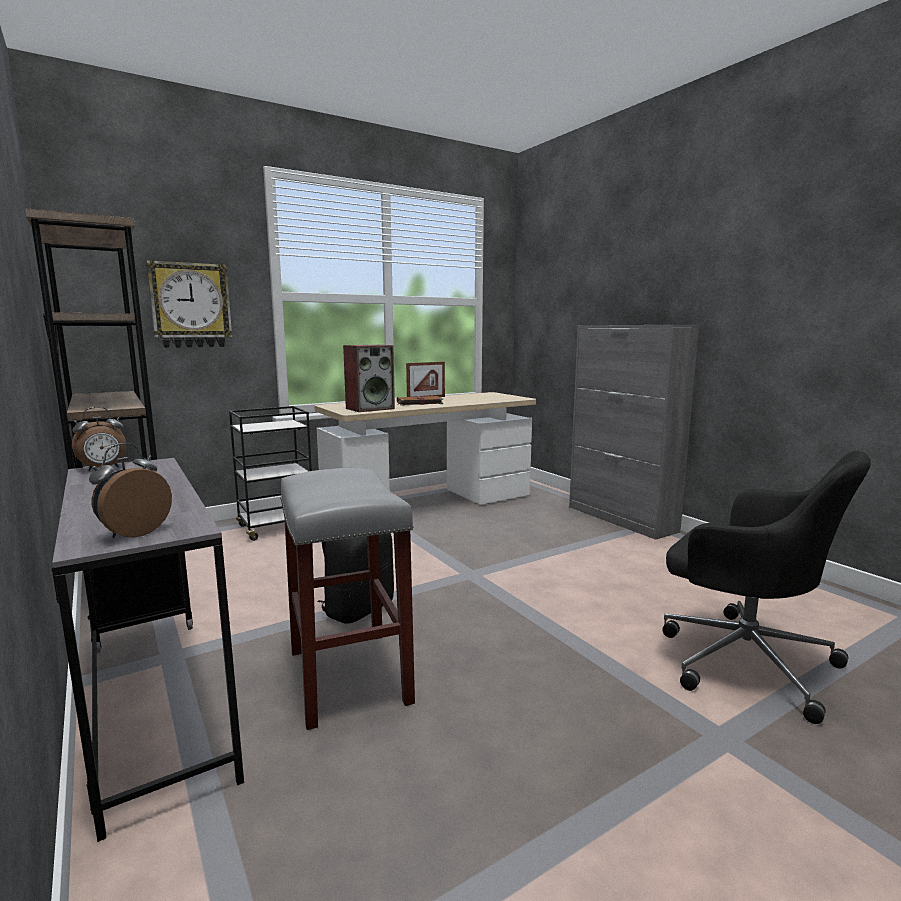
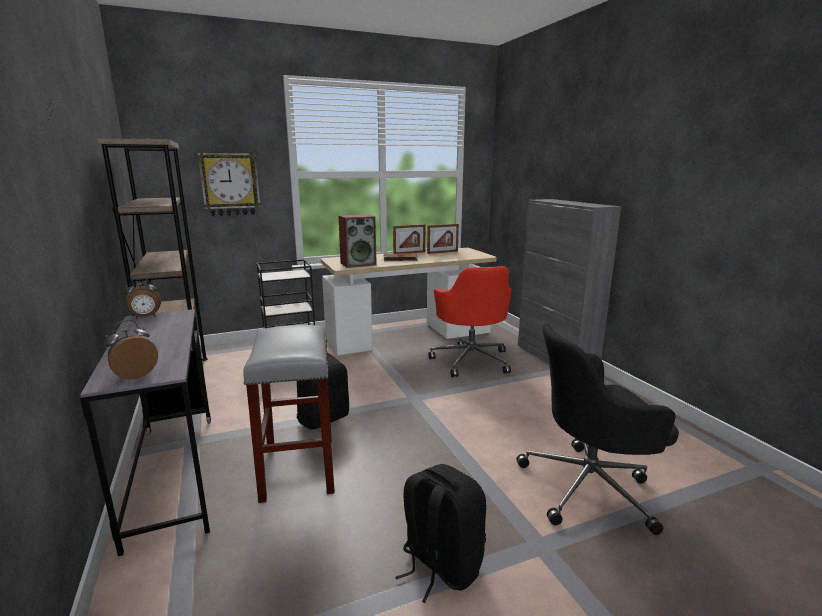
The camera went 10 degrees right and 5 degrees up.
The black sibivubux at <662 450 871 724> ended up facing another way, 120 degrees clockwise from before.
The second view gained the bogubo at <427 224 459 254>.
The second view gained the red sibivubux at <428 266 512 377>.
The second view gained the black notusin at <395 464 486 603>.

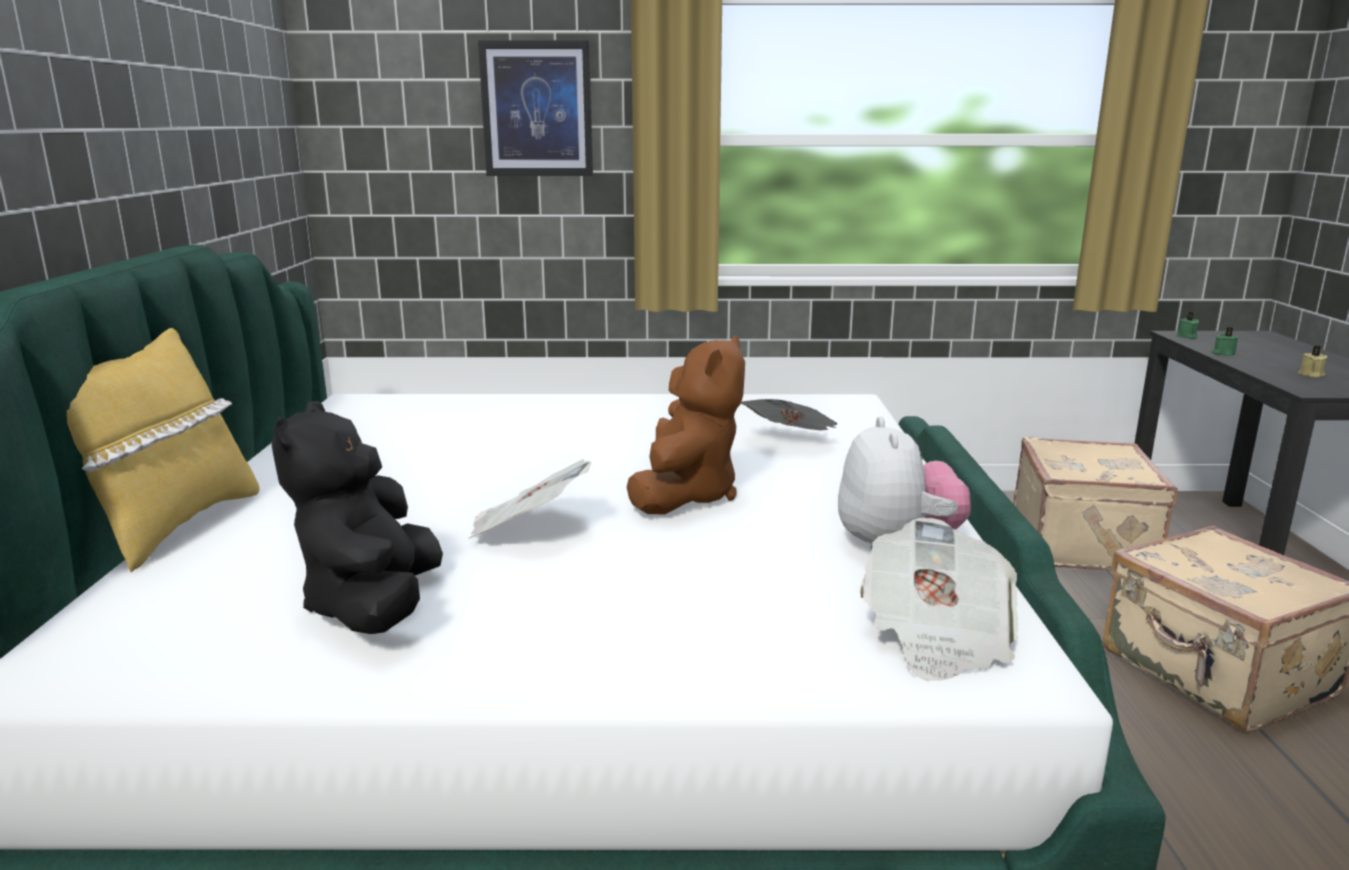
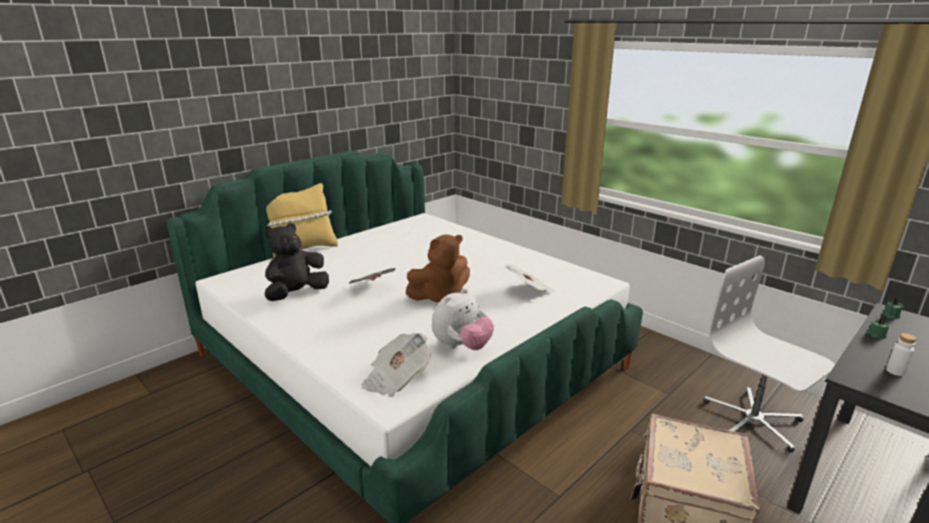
The camera went 45 degrees right and 5 degrees up.
The second view lost the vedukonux at <478 40 593 176>.
Where the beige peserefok stood at <1298 345 1328 378>, the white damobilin came to stand at <886 333 917 376>.
Where the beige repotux stood at <1013 437 1178 570>, the white sibivubux came to stand at <704 256 835 453>.

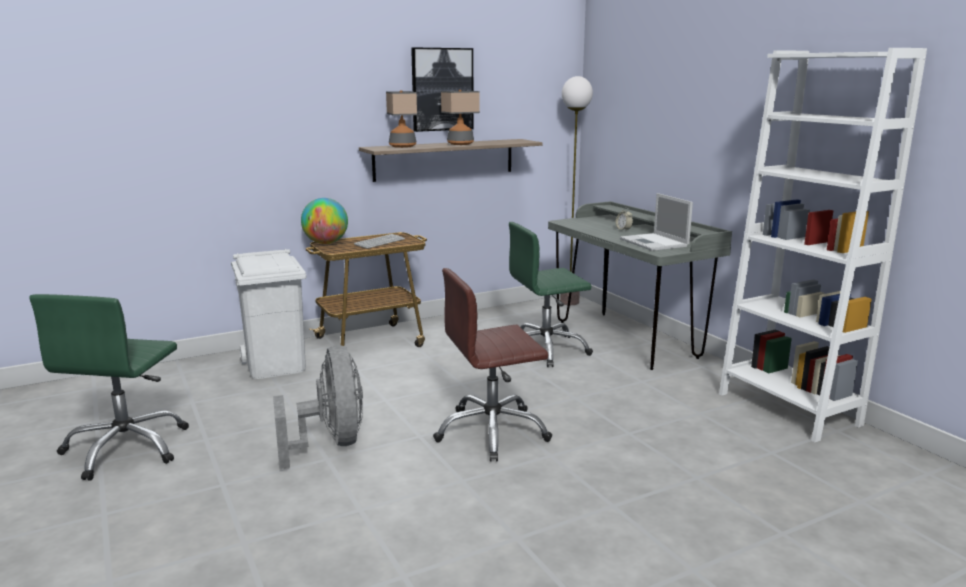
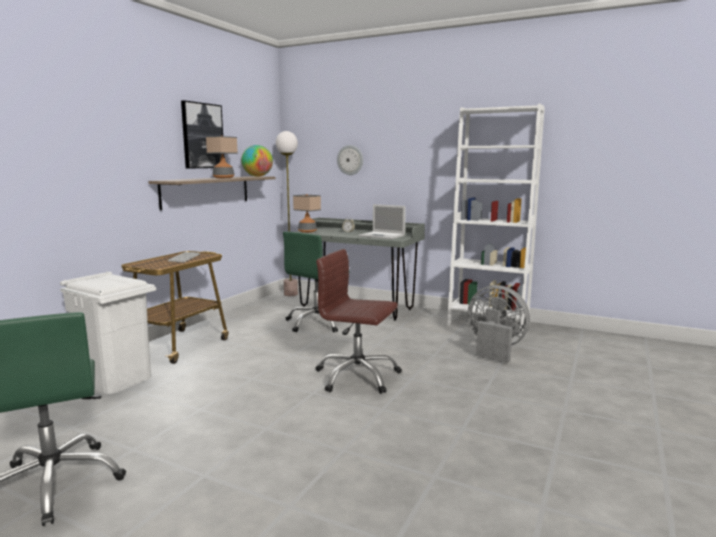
The camera went 35 degrees left and 5 degrees down.
The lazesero ended up elsewhere, having gone from <386 90 417 148> to <293 194 321 233>.
The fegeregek ended up elsewhere, having gone from <301 198 348 244> to <241 145 273 177>.
The brown sibivubux at <433 268 552 461> ended up facing another way, 75 degrees clockwise from before.
The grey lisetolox ended up elsewhere, having gone from <273 345 363 469> to <468 285 530 363>.
The second view gained the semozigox at <337 145 363 175>.

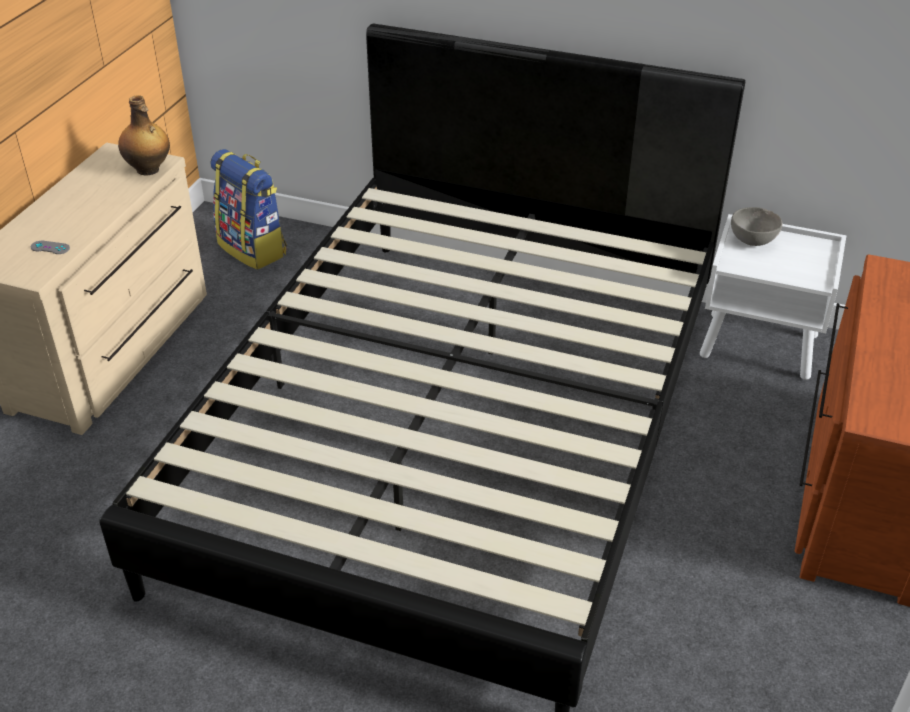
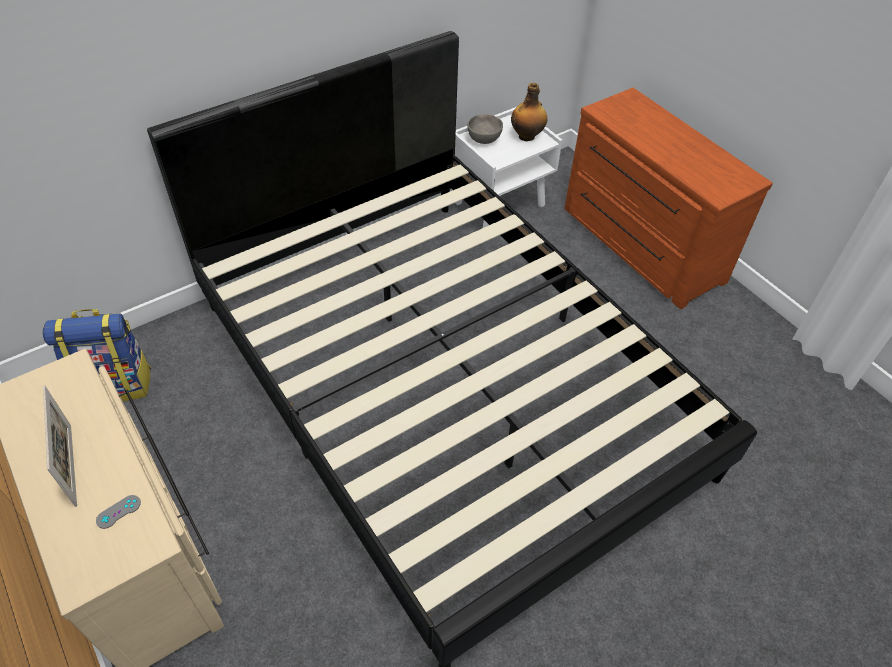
The camera went 55 degrees left and 10 degrees up.
The damobilin ended up elsewhere, having gone from <118 95 170 176> to <511 83 547 141>.
The second view gained the bogubo at <43 385 77 507>.

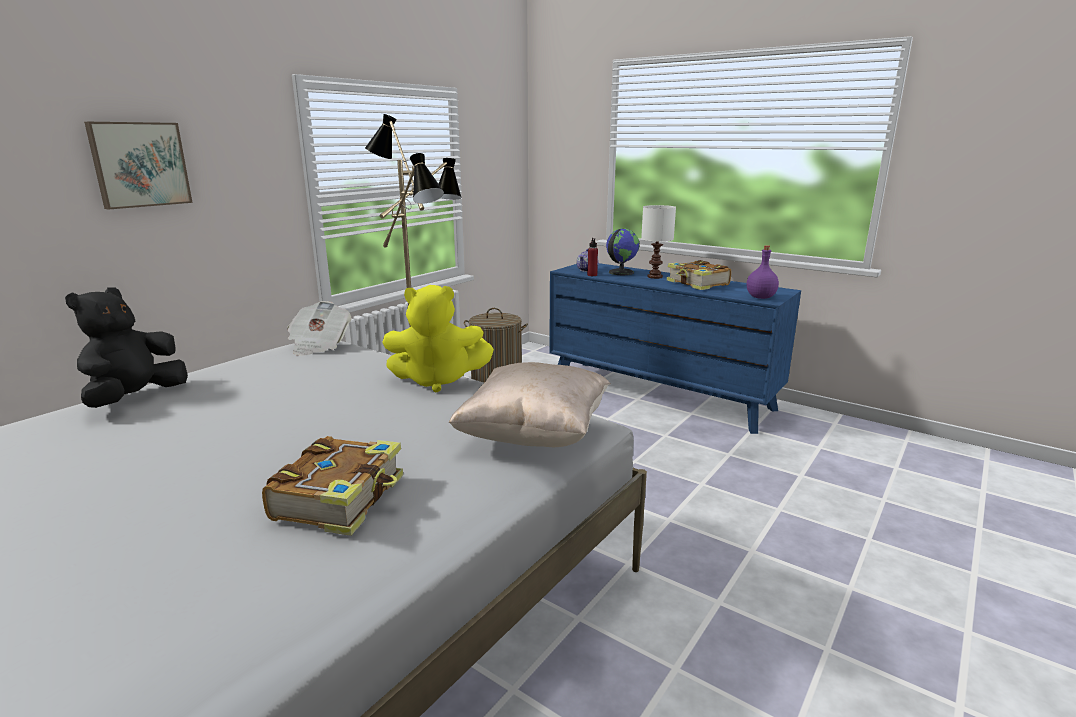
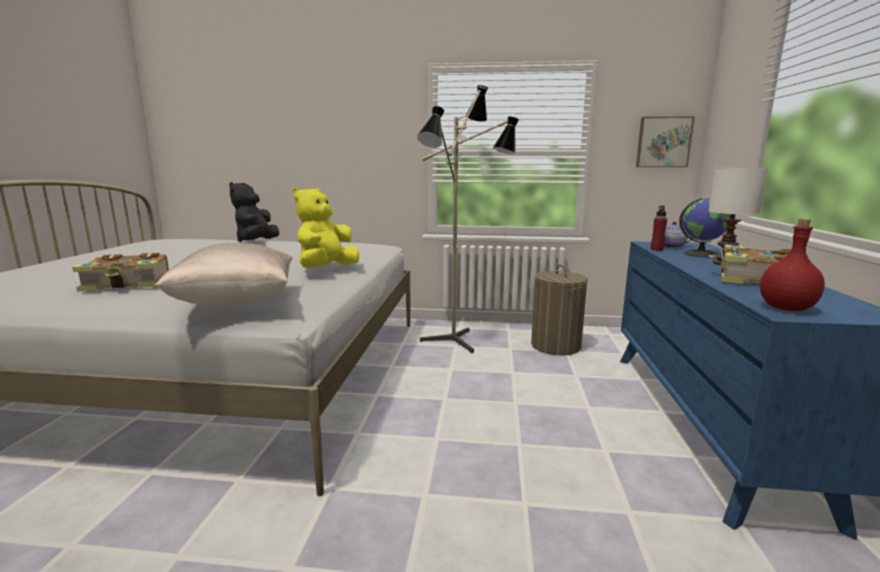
The camera went 60 degrees right and 5 degrees down.
The vedukonux ended up elsewhere, having gone from <84 122 192 209> to <636 116 695 167>.
What was the purple damobilin at <747 245 779 299> turned into the red damobilin at <760 219 825 311>.
The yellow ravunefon at <382 285 494 393> ended up facing another way, 60 degrees clockwise from before.
The black ravunefon at <65 287 188 408> ended up facing another way, 75 degrees counterclockwise from before.
The second view lost the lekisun at <287 301 352 356>.

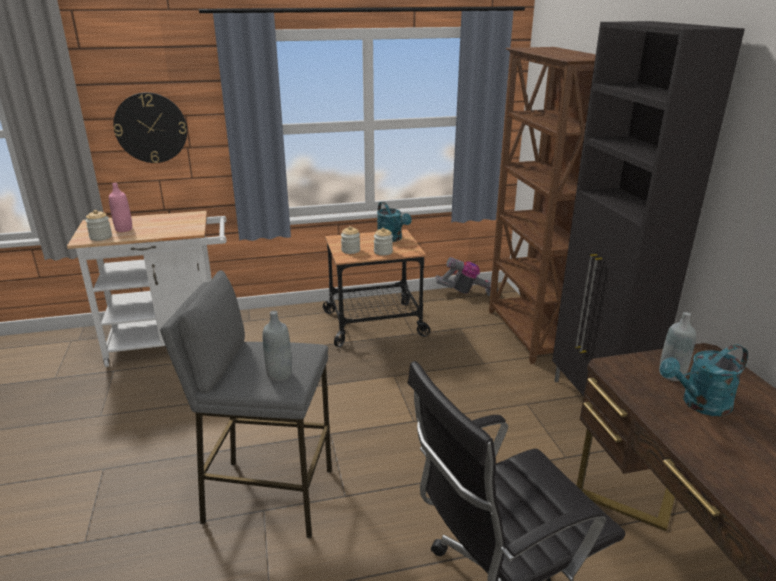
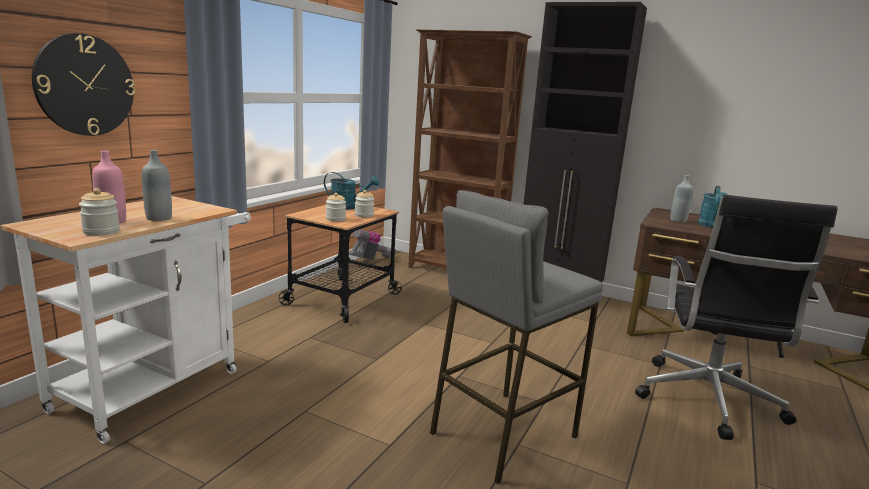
The camera went 50 degrees left and 10 degrees down.
The grey damobilin ended up elsewhere, having gone from <263 311 292 381> to <142 150 172 221>.

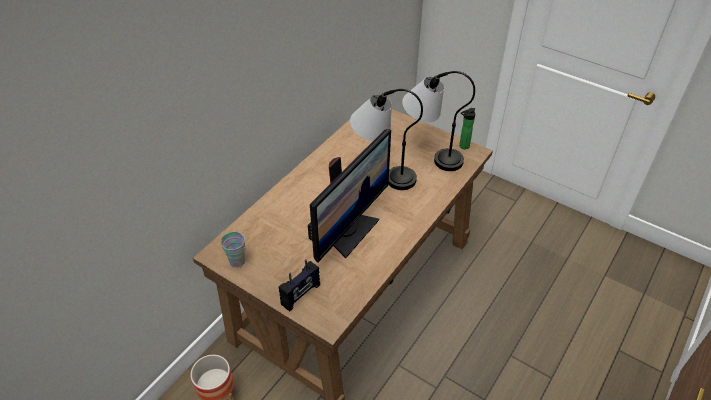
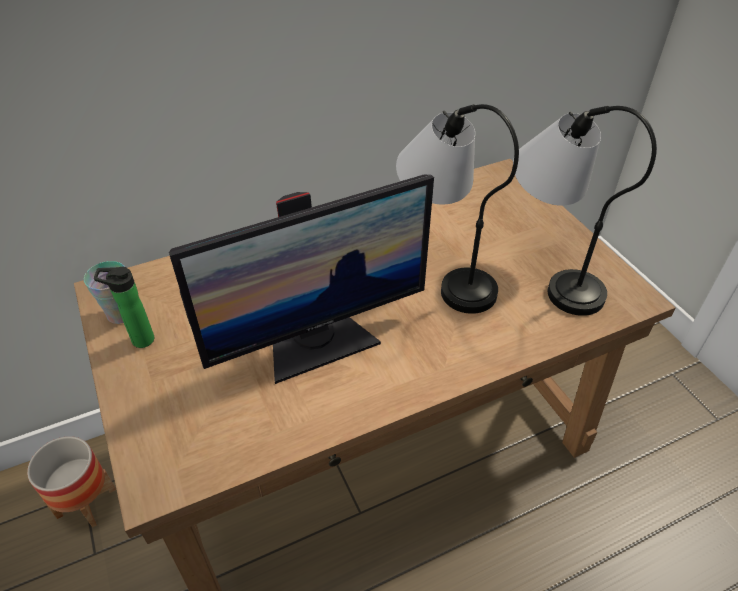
The camera went 30 degrees right and 0 degrees up.
The damobilin ended up elsewhere, having gone from <459 108 475 149> to <94 267 154 348>.
The second view lost the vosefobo at <278 259 320 312>.

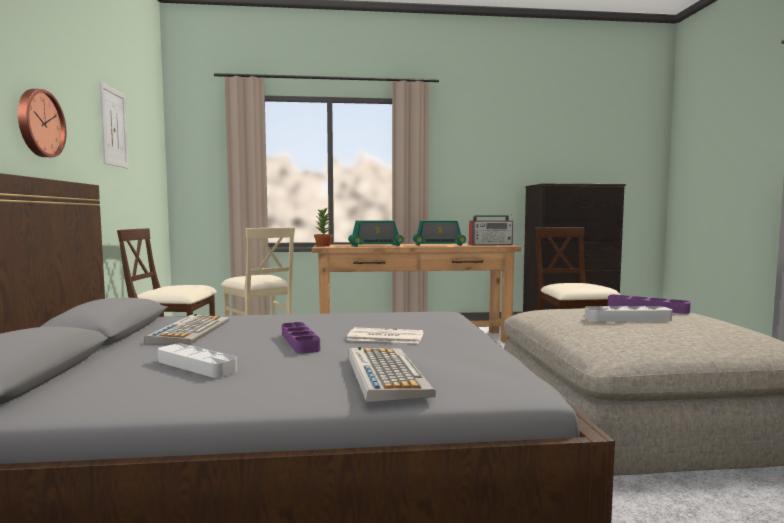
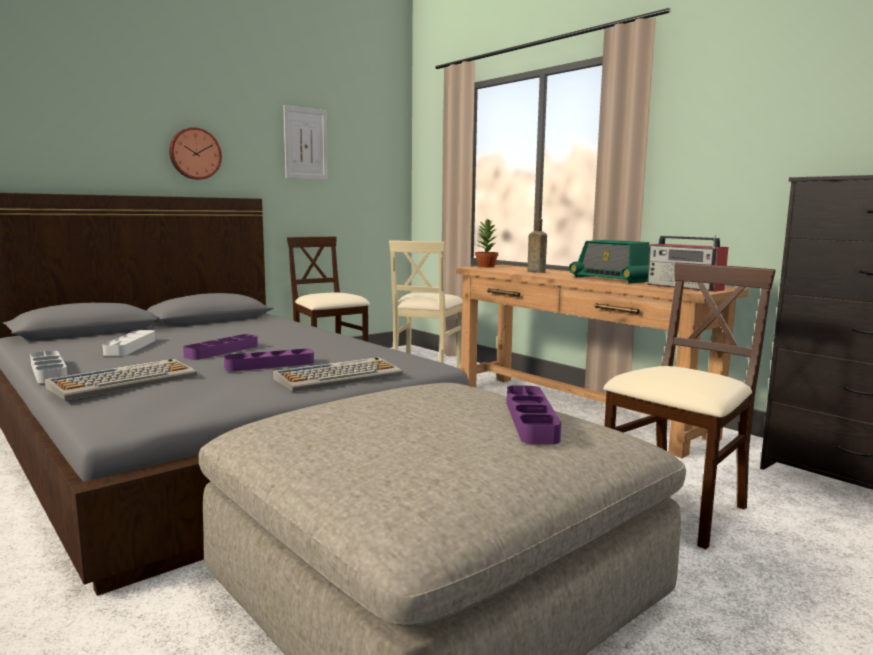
The camera went 55 degrees right and 5 degrees up.
Where the vosefobo stood at <348 220 404 247>, the brown damobilin came to stand at <527 219 547 273>.
The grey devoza ended up elsewhere, having gone from <585 306 672 322> to <30 351 67 383>.
The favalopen ended up elsewhere, having gone from <144 314 229 344> to <273 357 403 392>.
Where the lekisun stood at <346 327 424 344>, the purple devoza came to stand at <224 349 314 371>.

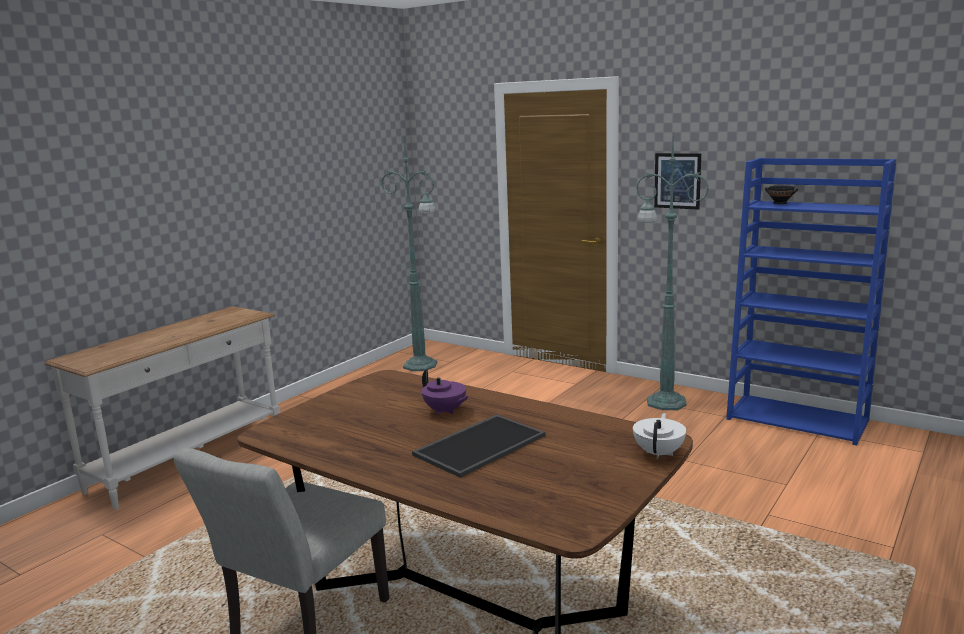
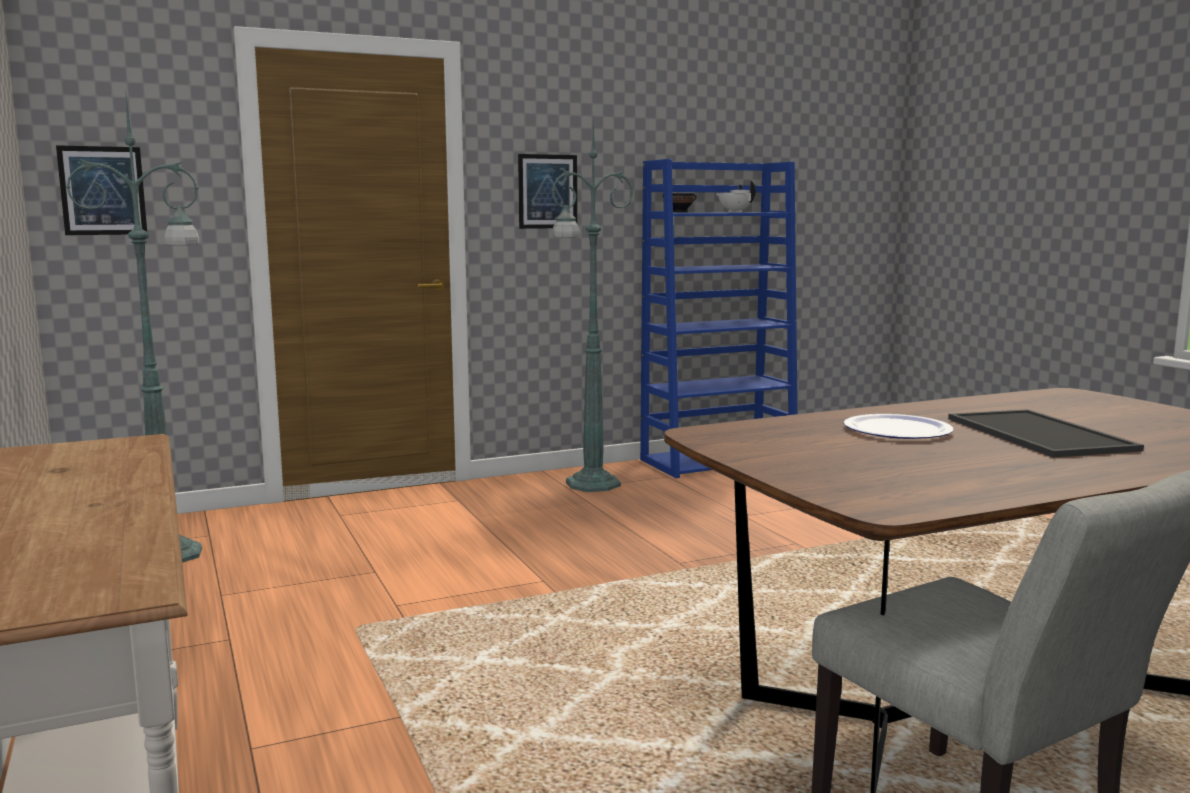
The camera went 60 degrees left and 5 degrees down.
Where the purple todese stood at <422 369 469 415>, the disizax came to stand at <844 414 954 439>.
The white todese ended up elsewhere, having gone from <633 413 686 459> to <716 180 756 212>.
The second view gained the vedukonux at <56 145 147 235>.

